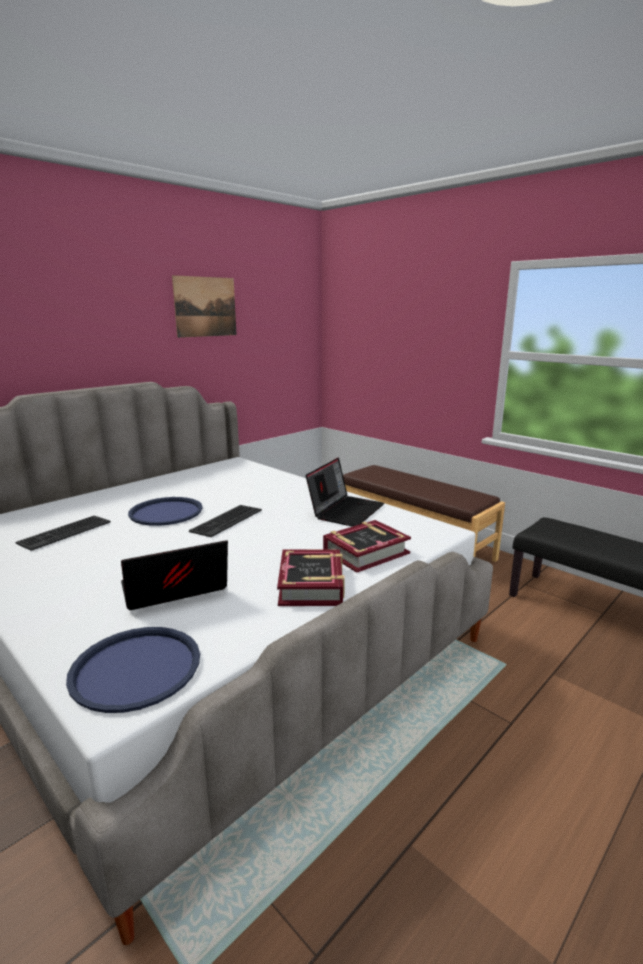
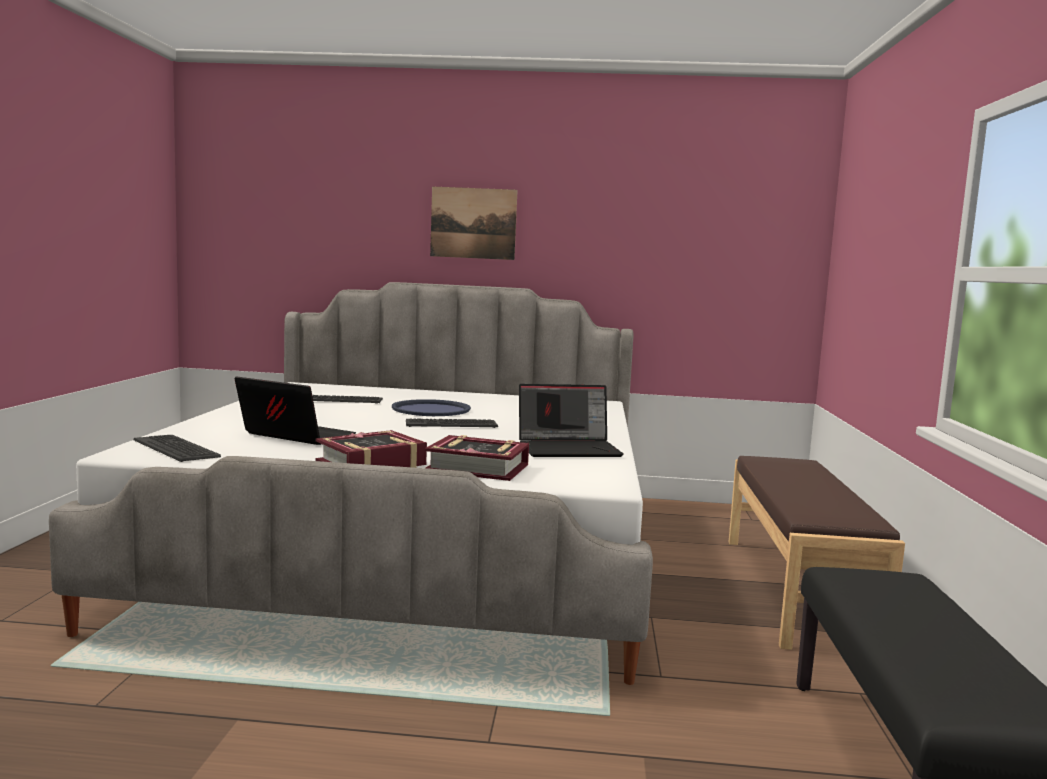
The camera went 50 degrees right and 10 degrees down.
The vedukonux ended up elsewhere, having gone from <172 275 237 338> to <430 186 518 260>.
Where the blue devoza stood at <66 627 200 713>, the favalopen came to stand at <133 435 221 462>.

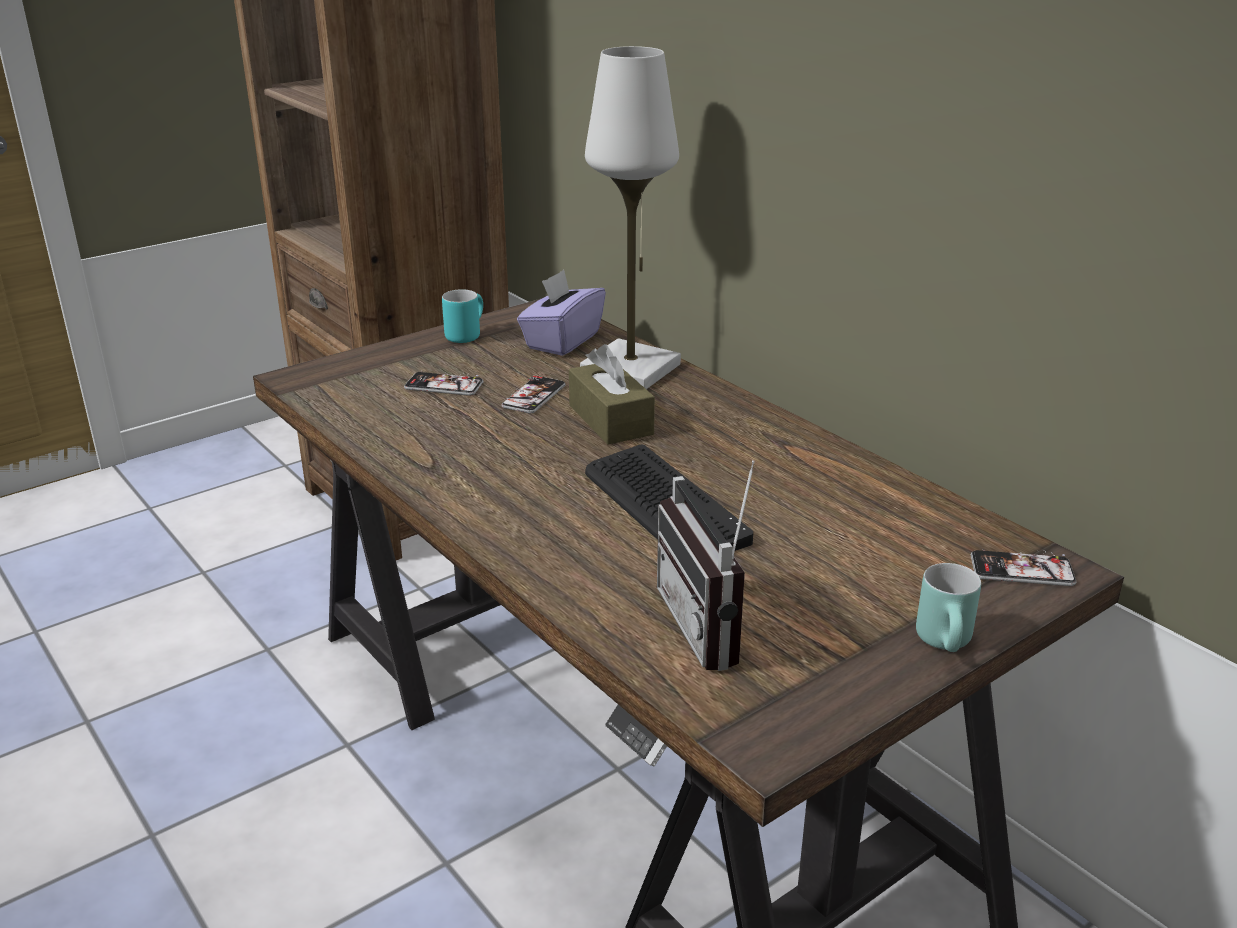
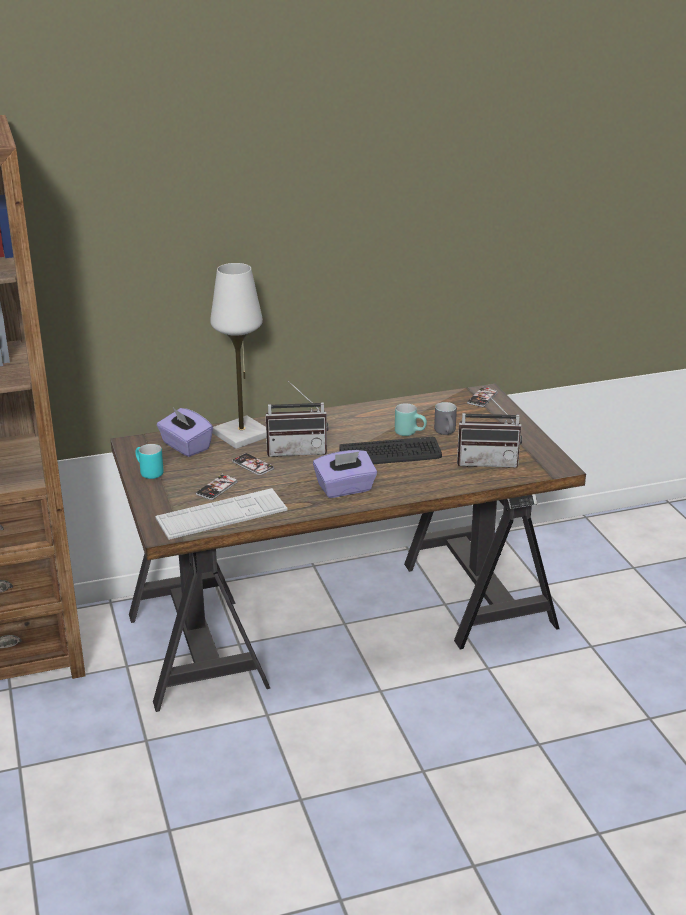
The camera went 70 degrees left and 0 degrees up.
Where the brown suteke stood at <569 344 655 444>, the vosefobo came to stand at <266 381 329 457>.
The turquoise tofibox ended up elsewhere, having gone from <916 563 981 652> to <395 403 427 436>.
The second view gained the grey tofibox at <434 402 457 435>.
The second view gained the purple suteke at <313 450 377 498>.
The second view gained the favalopen at <155 488 288 540>.

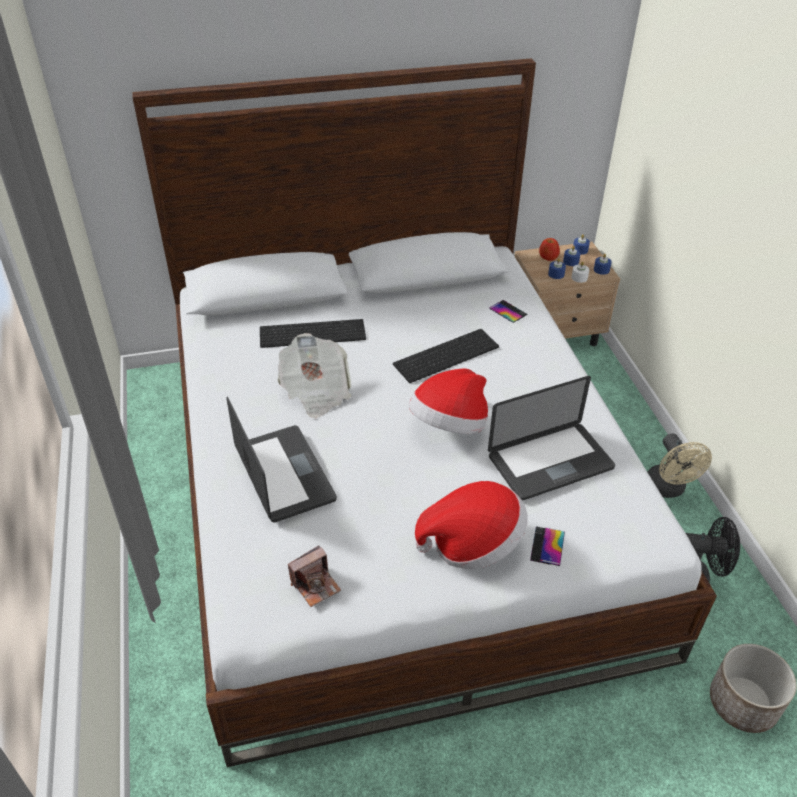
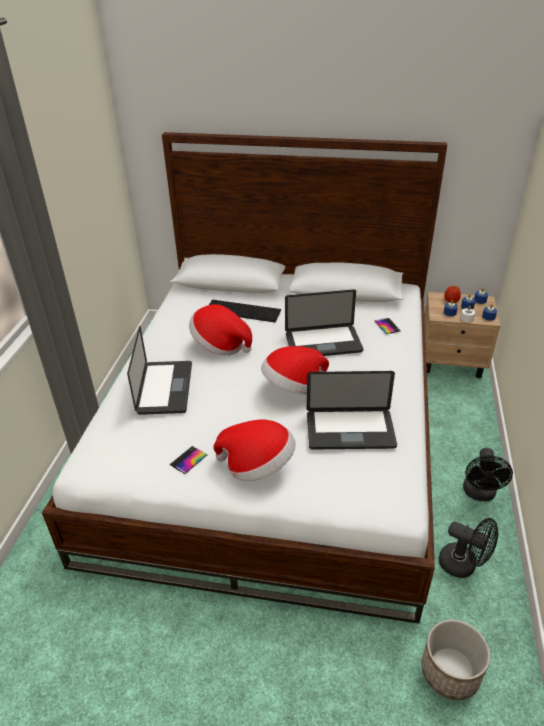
The camera went 25 degrees right and 5 degrees down.
Where the favalopen stood at <393 329 499 383>, the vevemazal came to stand at <285 289 363 356>.
Where the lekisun stood at <278 333 351 418>, the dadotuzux came to stand at <189 304 252 356>.
What was the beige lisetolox at <648 434 712 498> turned into the black lisetolox at <463 448 513 501>.
The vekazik ended up elsewhere, having gone from <530 526 565 566> to <170 446 207 474>.
The second view lost the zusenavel at <288 545 341 607>.

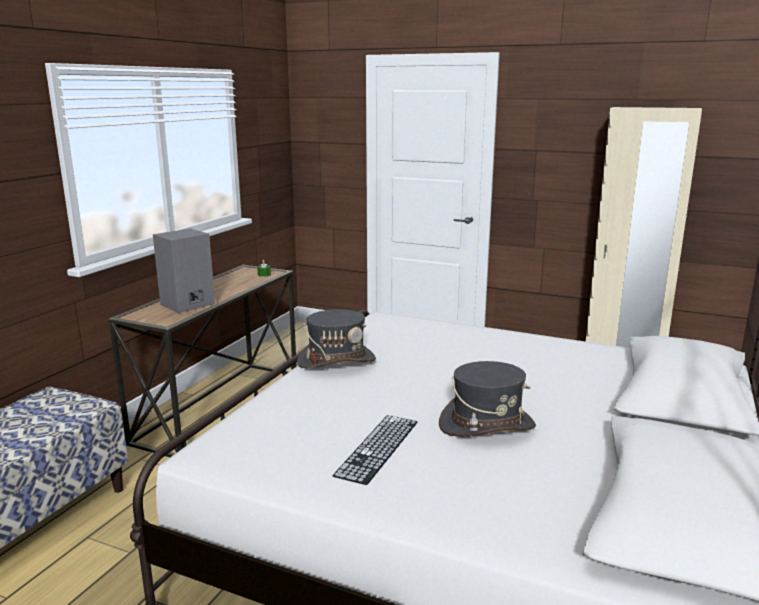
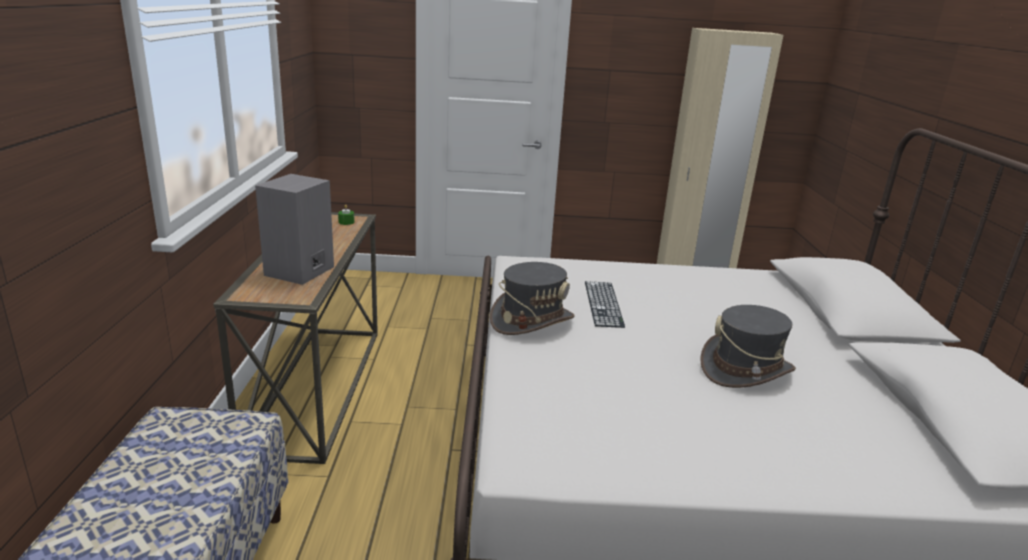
The camera went 25 degrees left and 5 degrees up.
The favalopen ended up elsewhere, having gone from <333 415 417 485> to <585 281 625 328>.

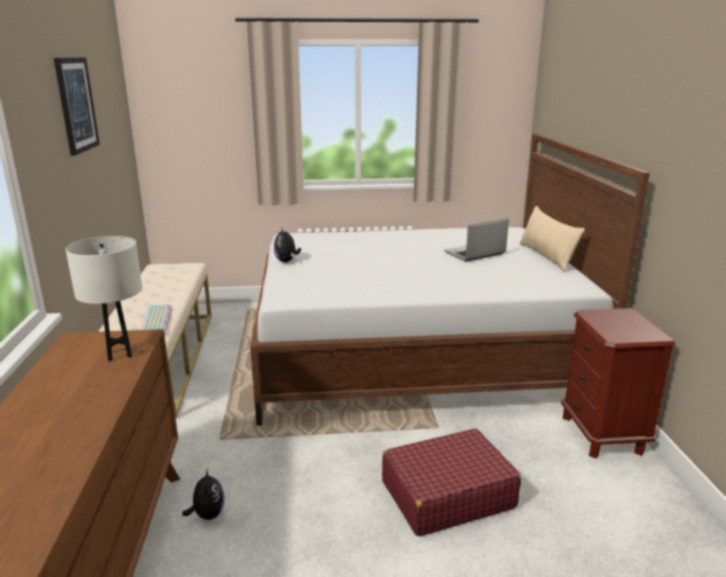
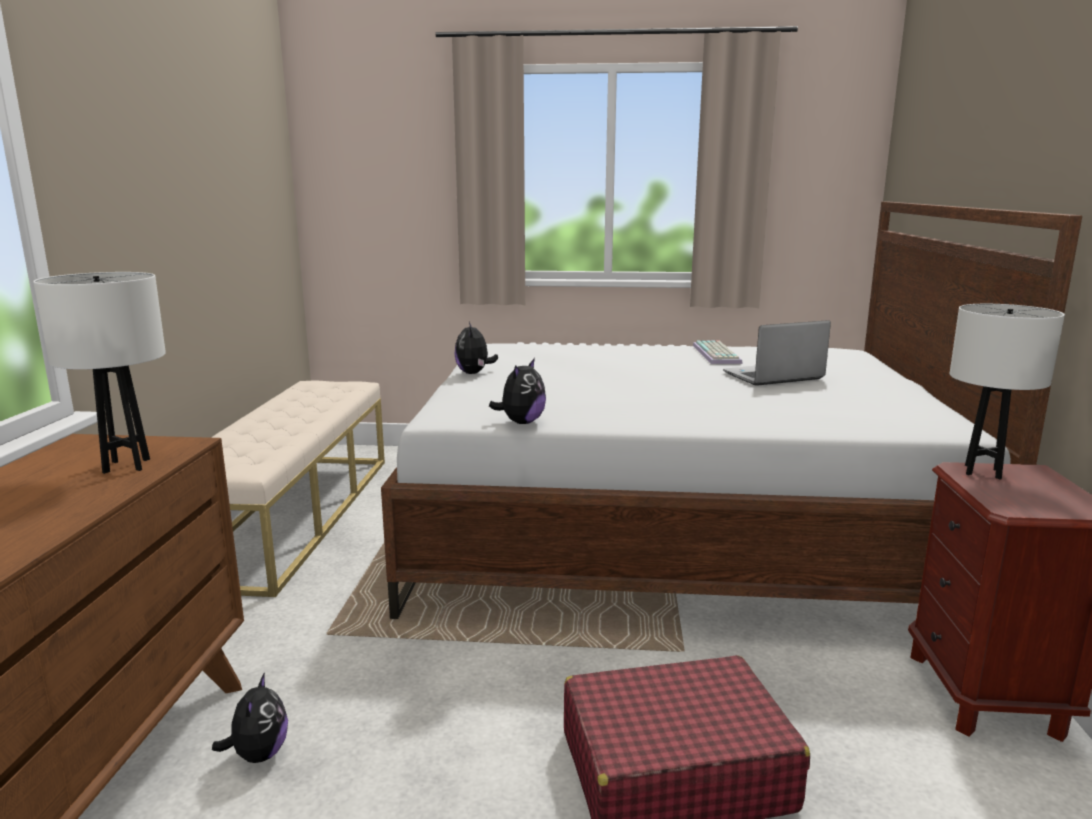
The camera went 10 degrees right and 5 degrees down.
The second view lost the vedukonux at <54 57 100 156>.
The second view lost the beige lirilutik at <519 206 585 272>.
The favalopen ended up elsewhere, having gone from <140 304 172 335> to <693 340 743 364>.
The second view gained the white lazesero at <949 304 1065 480>.
The second view gained the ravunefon at <489 358 546 424>.

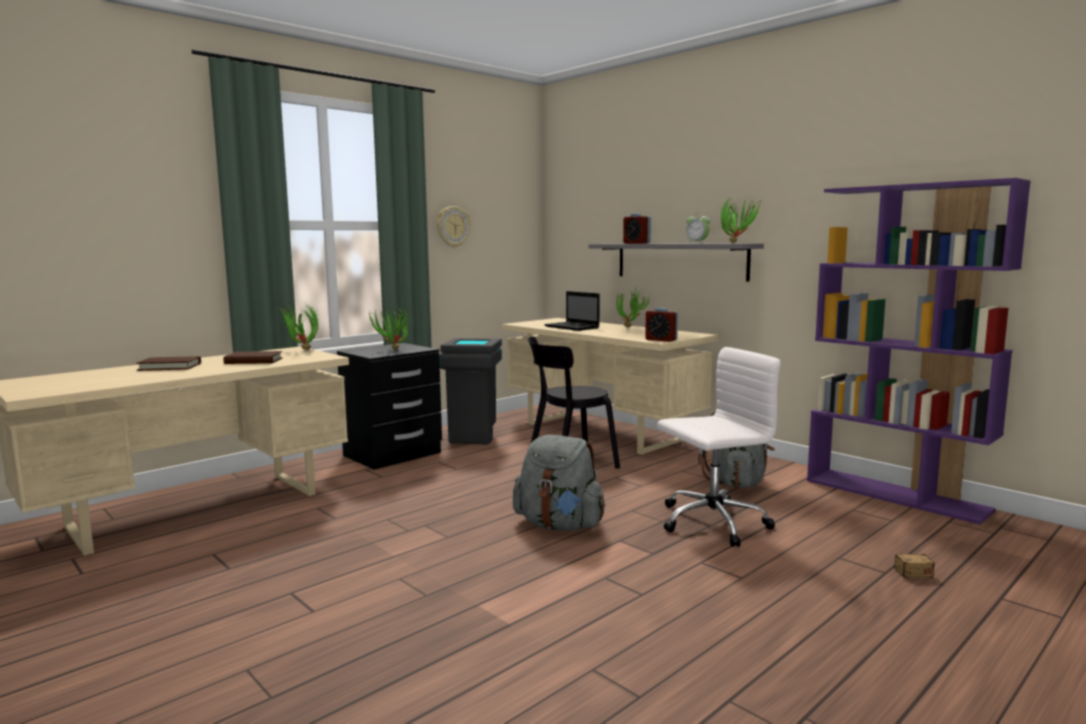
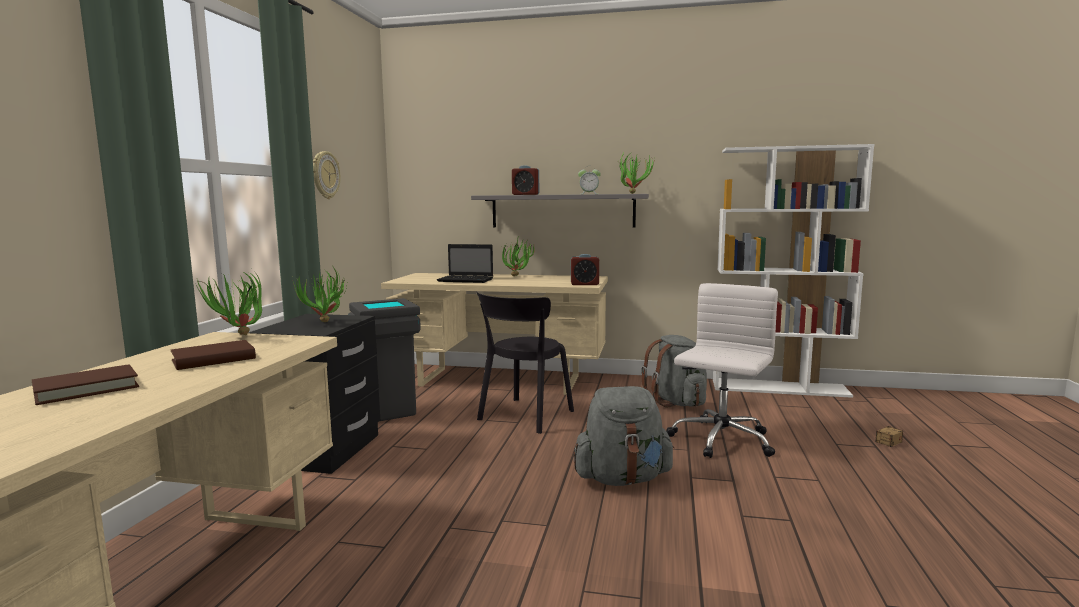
The camera went 35 degrees left and 0 degrees up.
What was the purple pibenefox at <807 178 1031 525> turned into the white pibenefox at <713 144 874 398>.

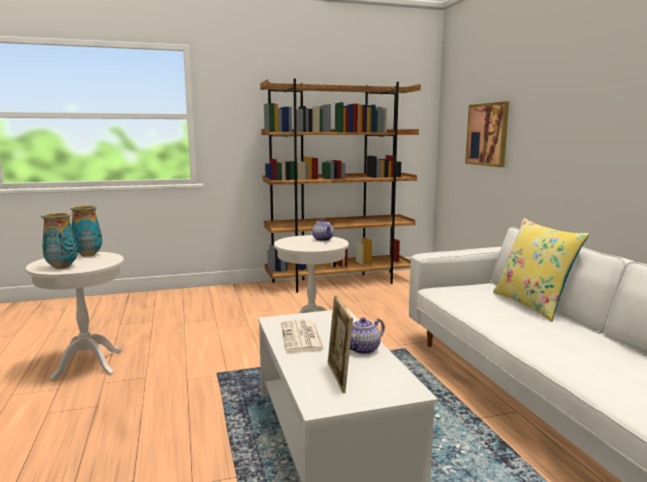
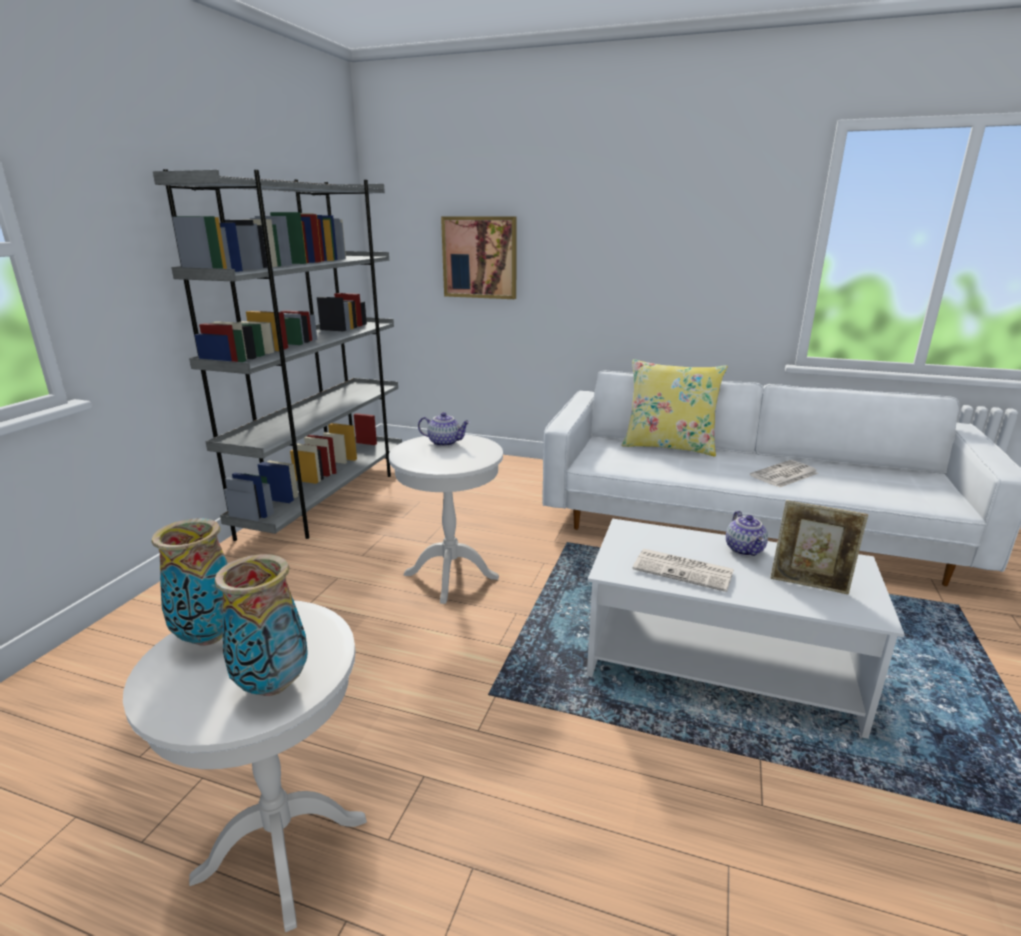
The camera went 55 degrees left and 10 degrees up.
What was the brown pibenefox at <260 79 421 293> turned into the grey pibenefox at <153 169 402 541>.
The second view gained the lekisun at <750 460 819 488>.

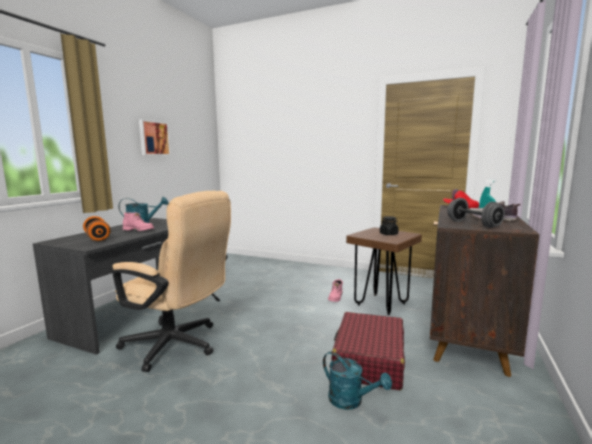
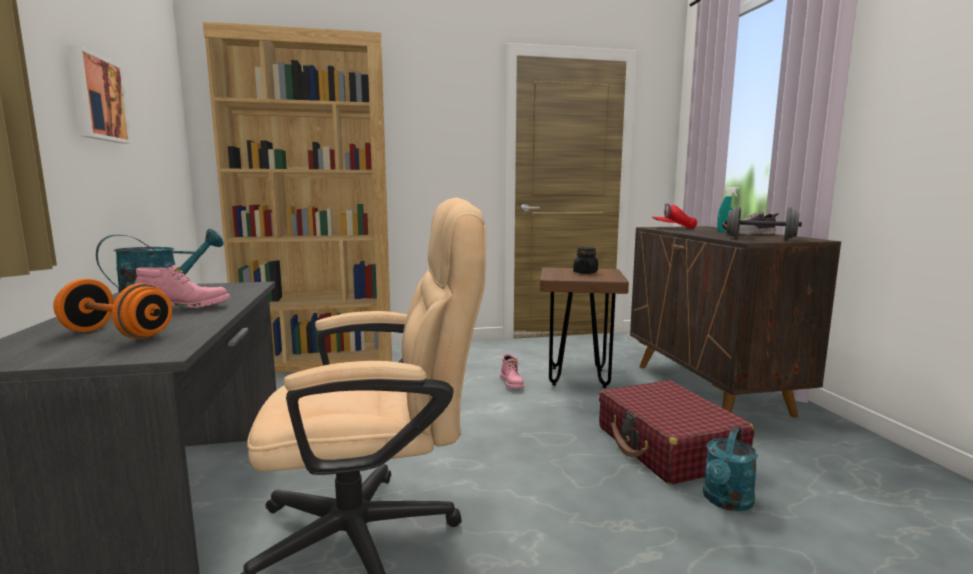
The camera went 35 degrees left and 0 degrees up.
The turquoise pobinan at <323 351 392 410> ended up facing another way, 120 degrees clockwise from before.
The second view gained the brown pibenefox at <203 22 392 373>.

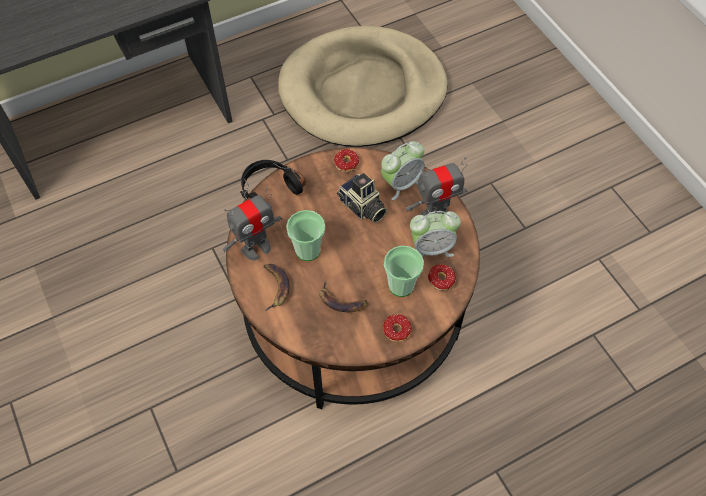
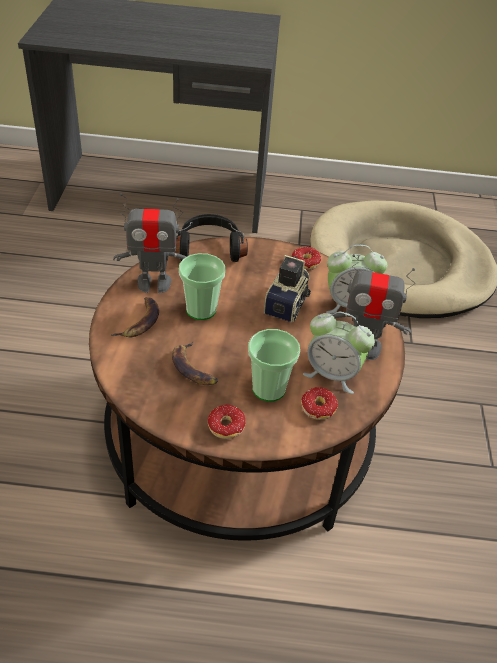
The camera went 30 degrees right and 15 degrees down.
The zusenavel at <337 173 387 223> ended up facing another way, 150 degrees counterclockwise from before.

